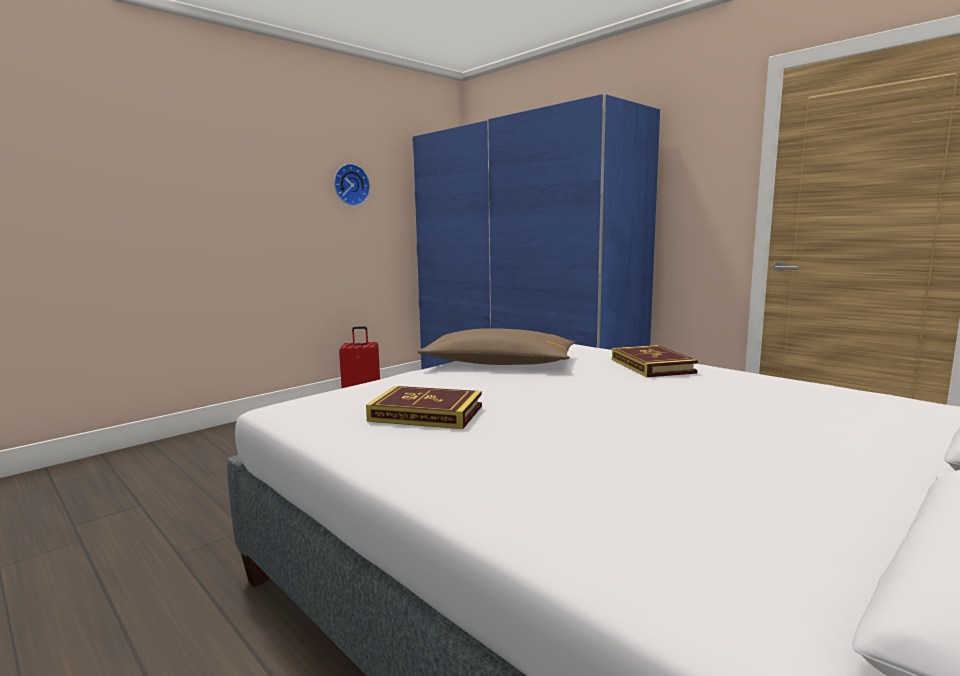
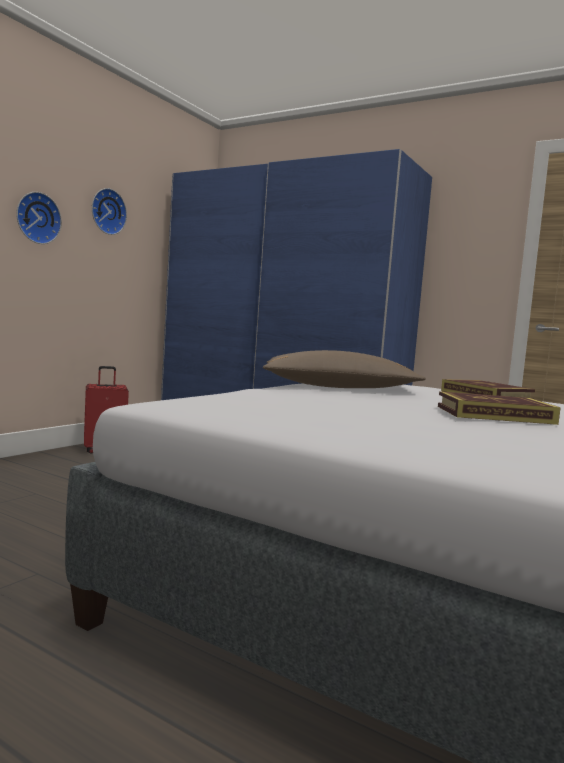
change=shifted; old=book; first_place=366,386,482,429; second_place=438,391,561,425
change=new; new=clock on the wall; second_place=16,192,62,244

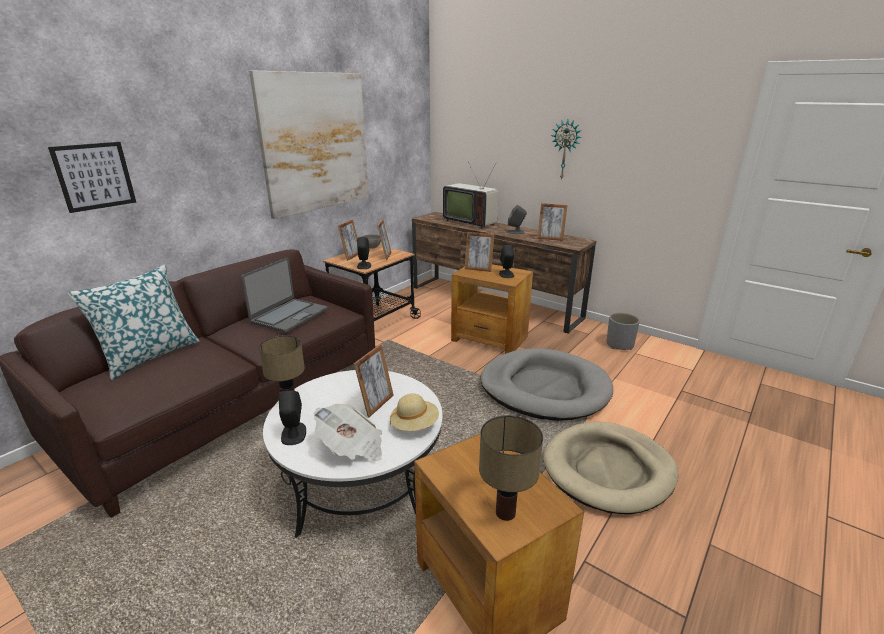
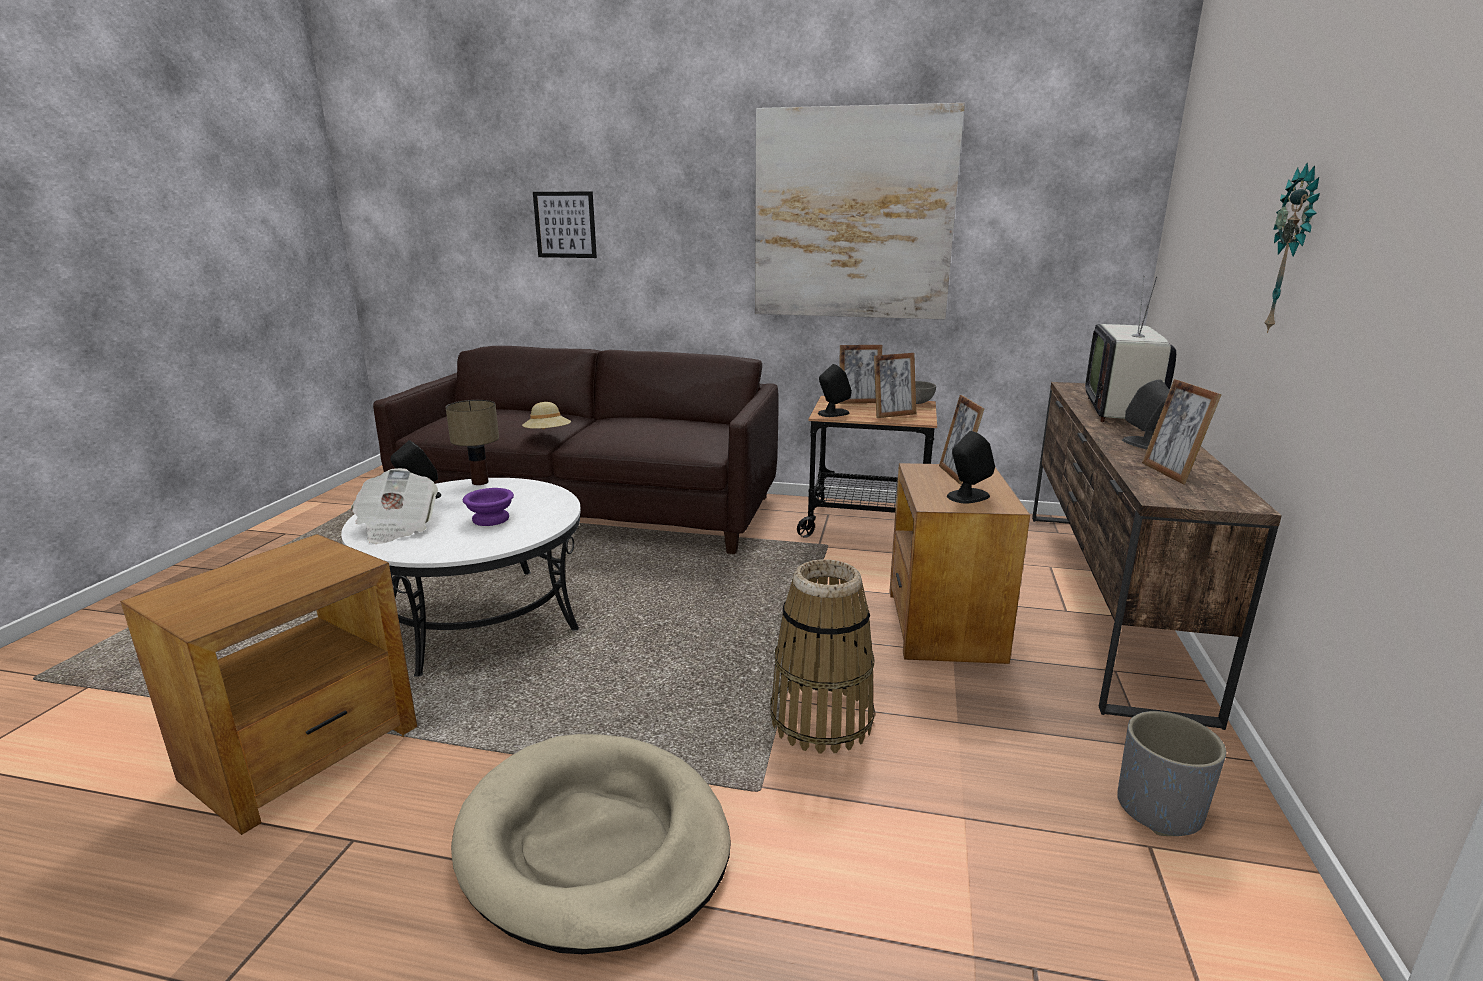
change=gone; old=cushion; first_place=67,264,200,380
change=gone; old=laptop; first_place=241,257,328,333
change=swapped; old=photo frame; new=purplish serving bowl; first_place=354,344,394,418; second_place=463,488,514,526
change=shifted; old=sand-coloured clothing hat; first_place=390,394,439,431; second_place=522,402,571,429
change=gone; old=table lamp; first_place=479,415,543,521
change=swapped; old=greyish pet bed; new=storage basket; first_place=480,348,613,421; second_place=770,559,875,754

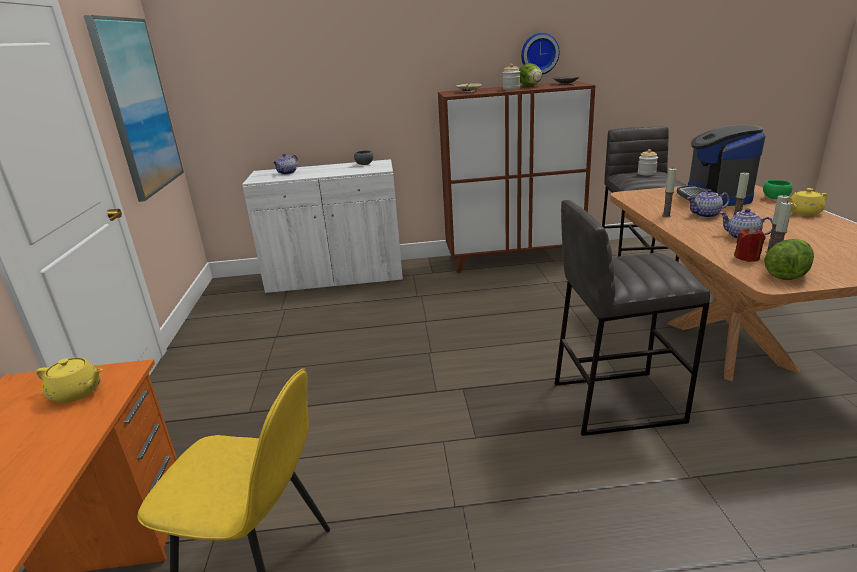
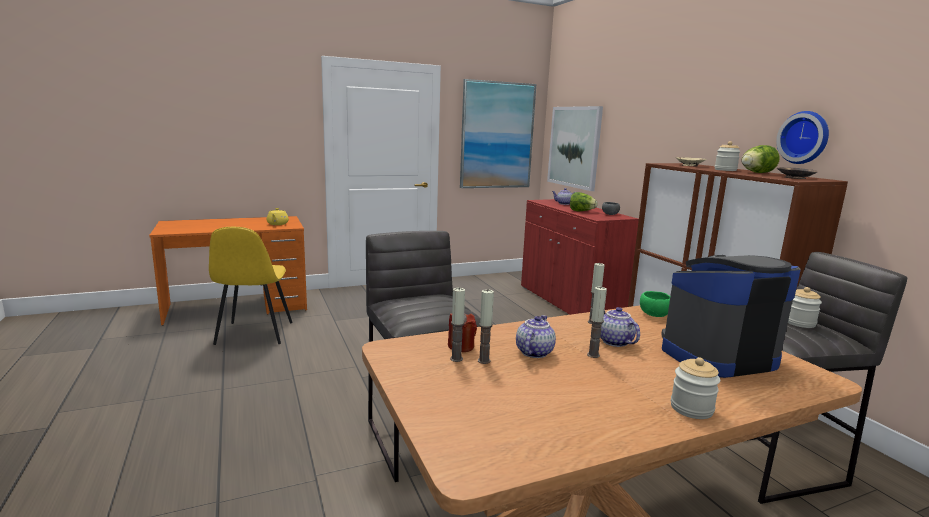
change=repainted; old=white-coloured storage cabinet; new=red storage cabinet; first_place=242,159,403,294; second_place=521,199,639,315
change=shifted; old=green serving bowl; first_place=763,180,792,200; second_place=640,291,670,317
change=shifted; old=lettuce head; first_place=764,239,814,280; second_place=570,192,598,211
change=swapped; old=yellow tea pot; new=jar; first_place=788,188,828,215; second_place=671,357,720,419
change=new; new=picture; second_place=547,106,603,191

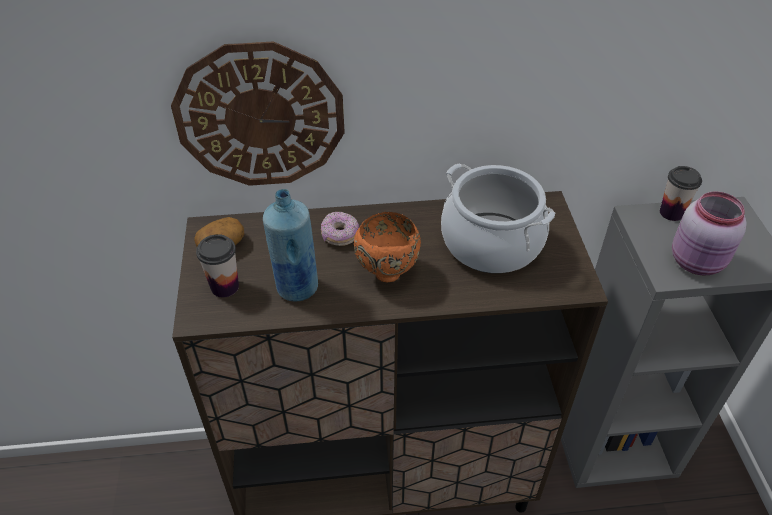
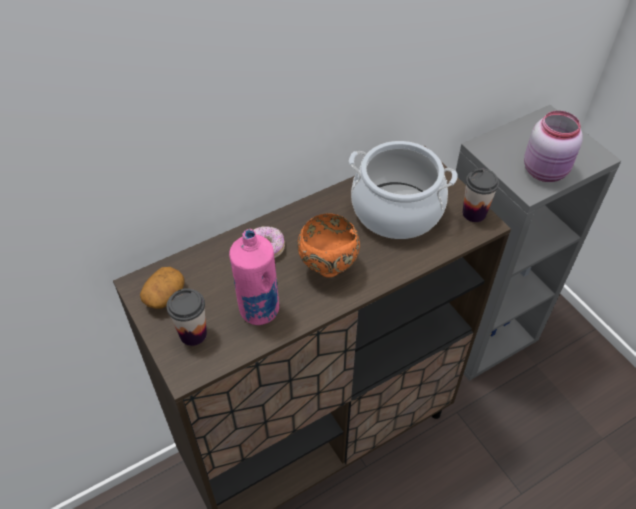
change=gone; old=clock on the wall; first_place=171,41,345,186
change=repainted; old=bluish drink bottle; new=pink drink bottle; first_place=263,189,318,301; second_place=229,229,279,325
change=shifted; old=cup; first_place=660,166,702,221; second_place=462,168,499,222

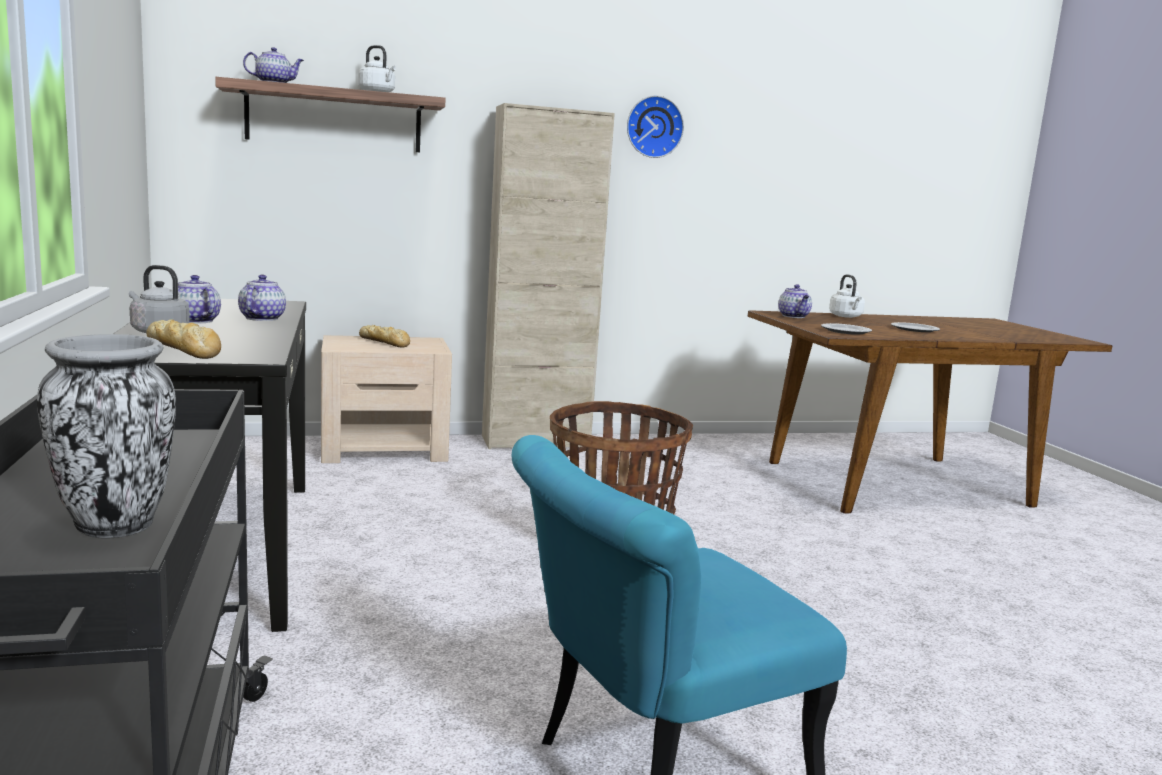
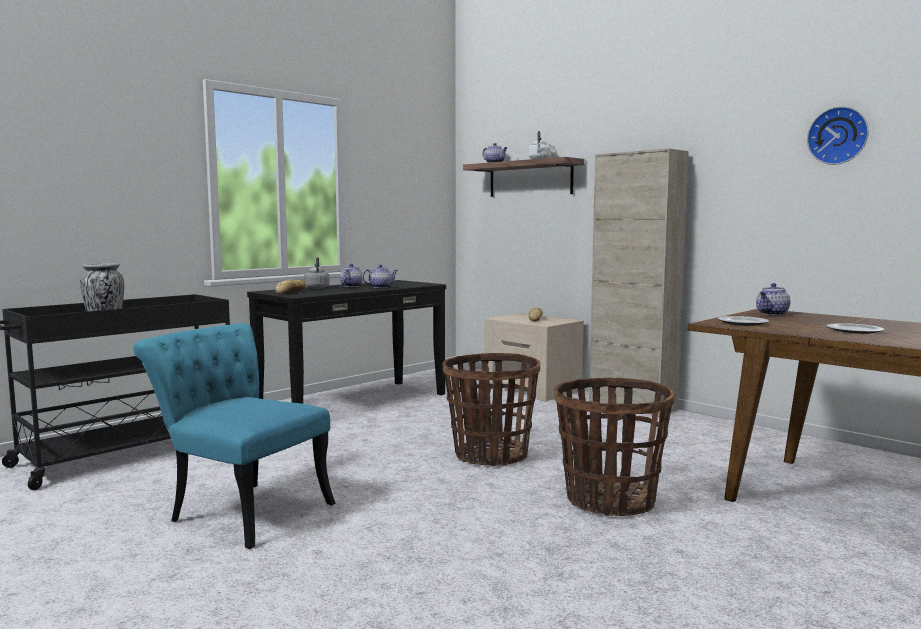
change=shifted; old=clock on the wall; first_place=627,95,684,158; second_place=807,106,869,165
change=gone; old=white-coloured kettle; first_place=829,274,865,318
change=new; new=storage basket; second_place=554,378,674,516

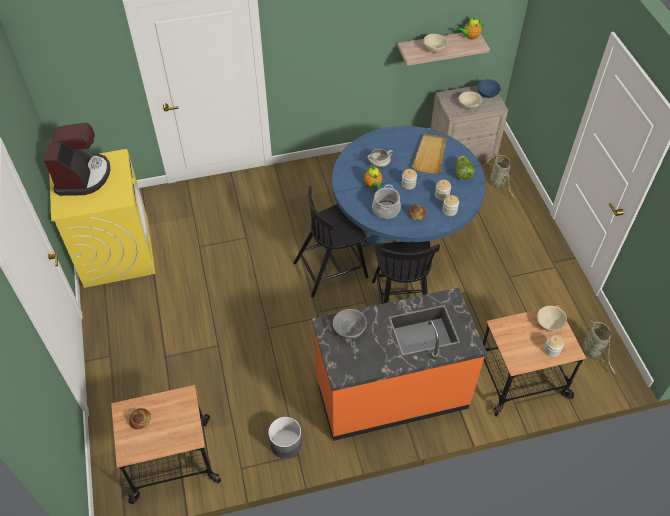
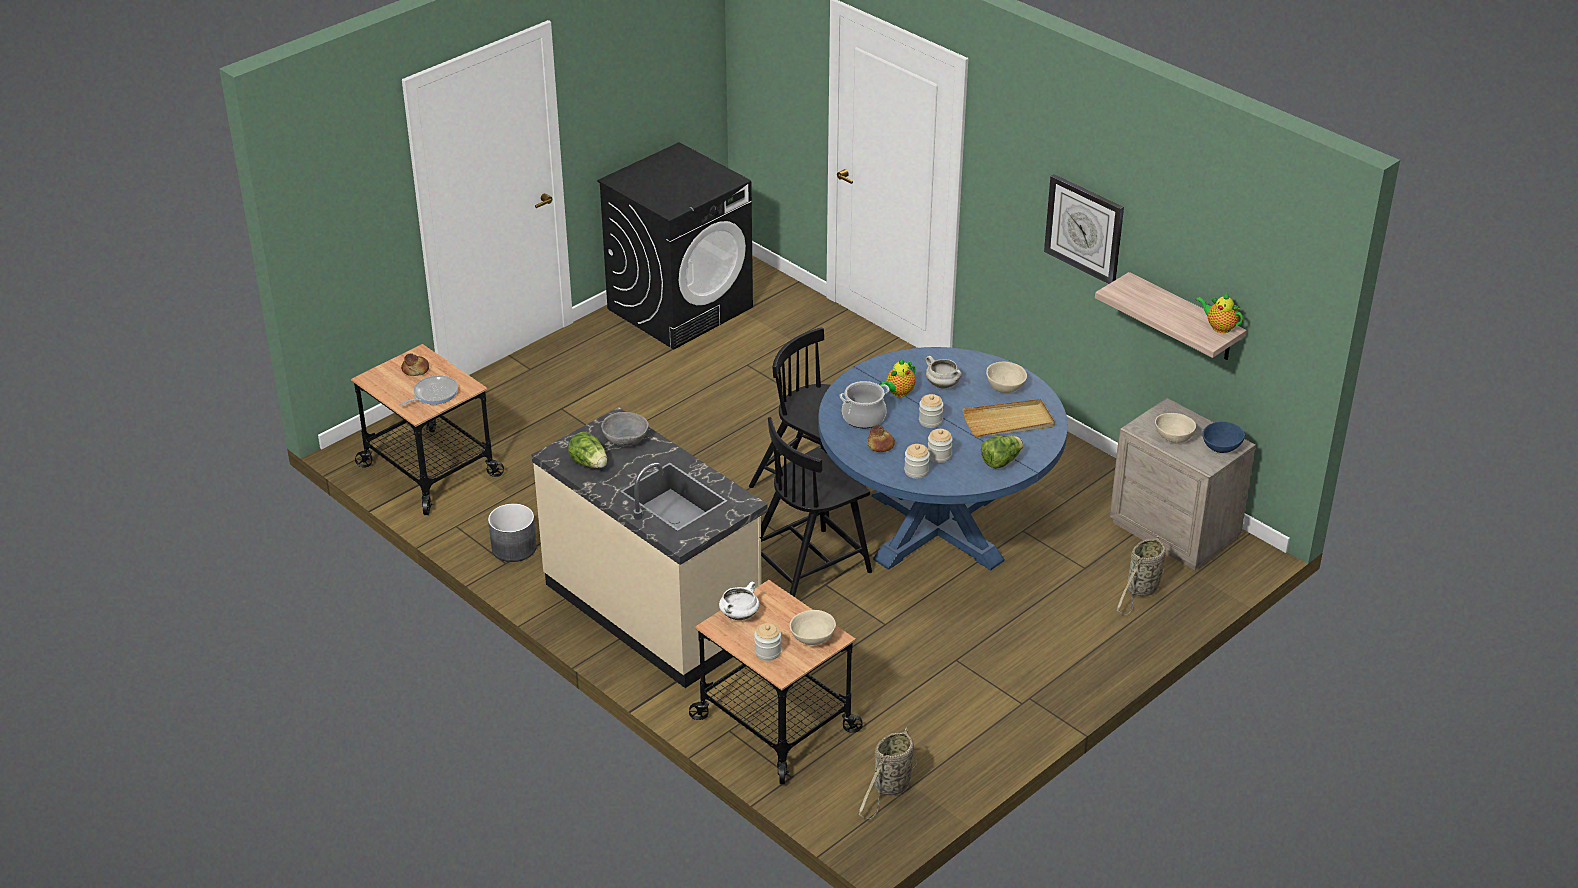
change=gone; old=coffee machine; first_place=44,123,110,196
change=repainted; old=yellow laundry machine; new=blackish laundry machine; first_place=49,149,155,288; second_place=597,142,753,349
change=repainted; old=orange-coloured kitchen base unit; new=sand-coloured kitchen base unit; first_place=312,288,487,441; second_place=531,407,768,688
change=shifted; old=sand-coloured serving bowl; first_place=424,34,448,53; second_place=986,362,1027,393
change=new; new=frying pan; second_place=399,375,458,406
change=new; new=lettuce head; second_place=568,431,607,468
change=new; new=white-coloured stockpot; second_place=719,582,759,620
change=new; new=clock on the wall; second_place=1044,174,1124,284

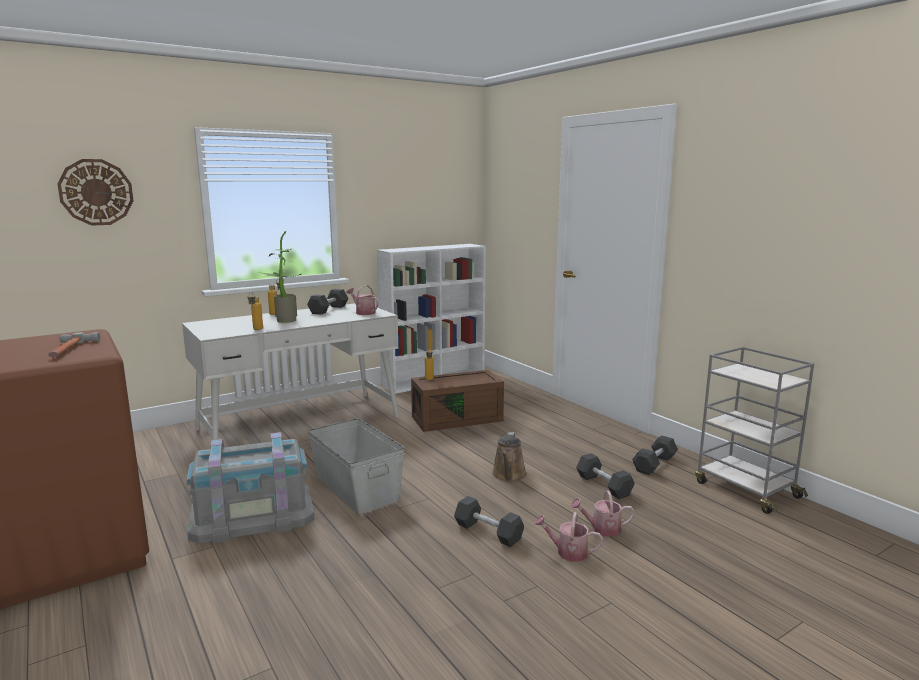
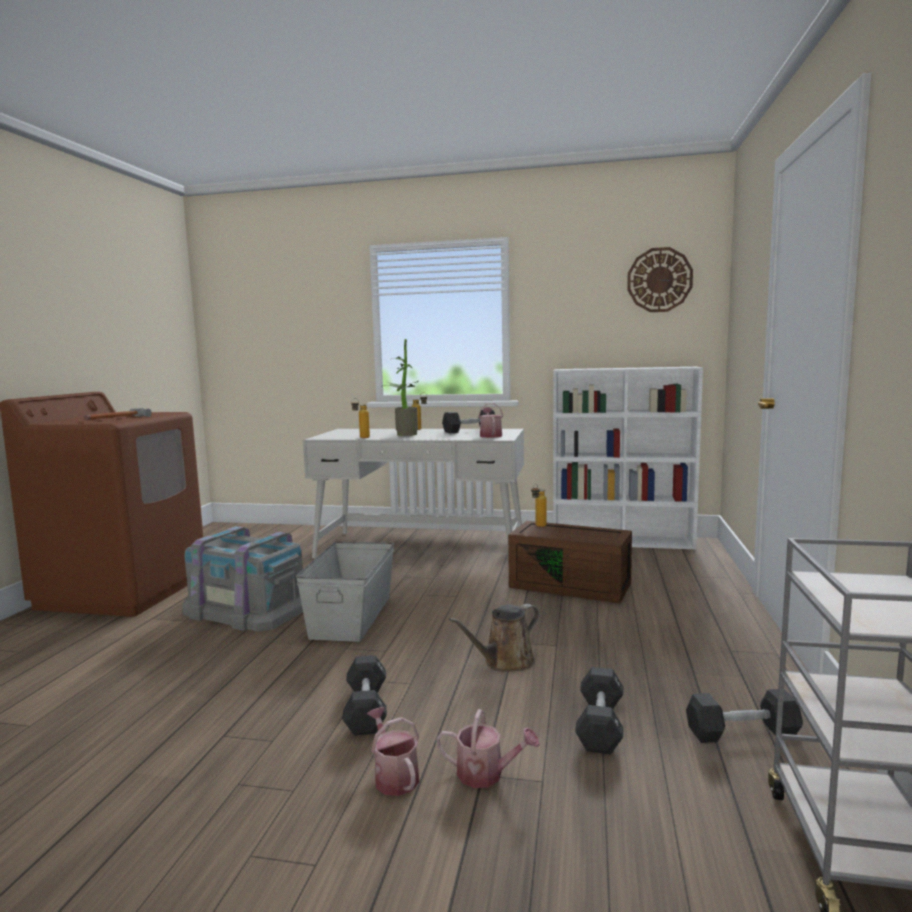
change=shifted; old=clock on the wall; first_place=57,159,134,226; second_place=627,247,693,312
change=rotated; old=sprinkling can; first_place=570,490,635,537; second_place=436,709,540,788; degrees=150

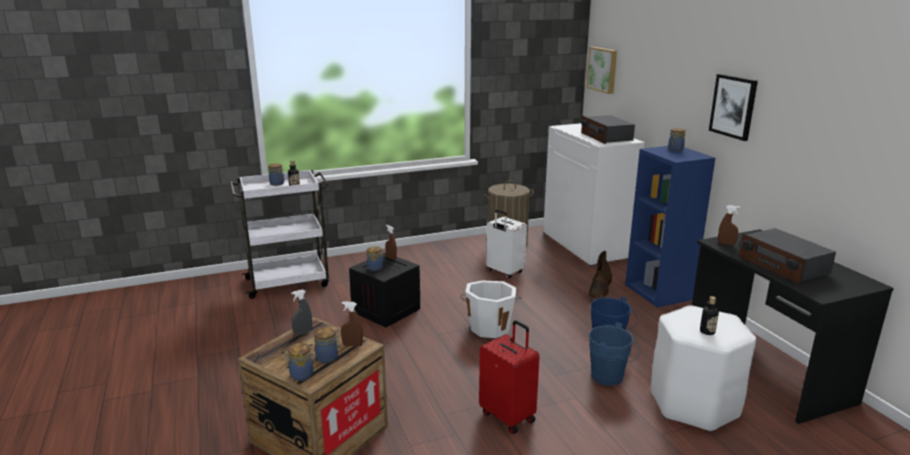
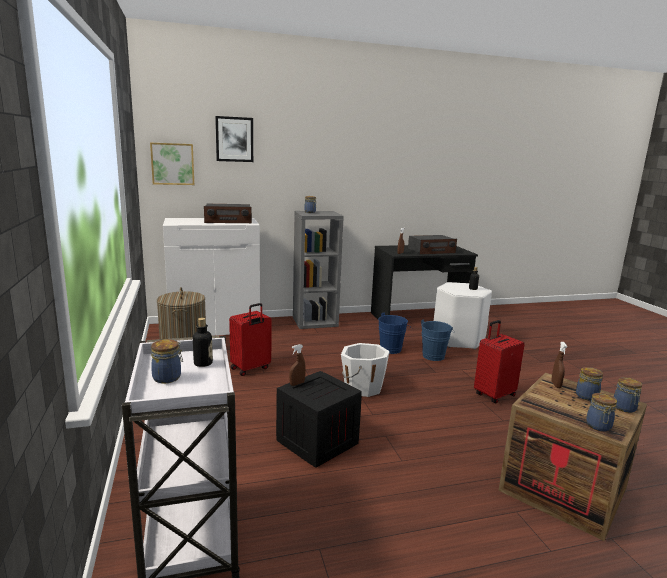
change=gone; old=greyish hand sprayer; first_place=291,290,312,335
change=shifted; old=jar; first_place=365,246,383,271; second_place=586,393,617,432
change=repainted; old=white-coloured suitcase; new=red suitcase; first_place=486,209,527,279; second_place=229,303,271,376
change=gone; old=brown-coloured tall boot; first_place=589,251,612,299
change=repainted; old=bluish bookcase; new=greyish bookcase; first_place=625,146,715,307; second_place=293,211,344,329
change=shifted; old=picture; first_place=709,74,758,141; second_place=215,116,253,162

